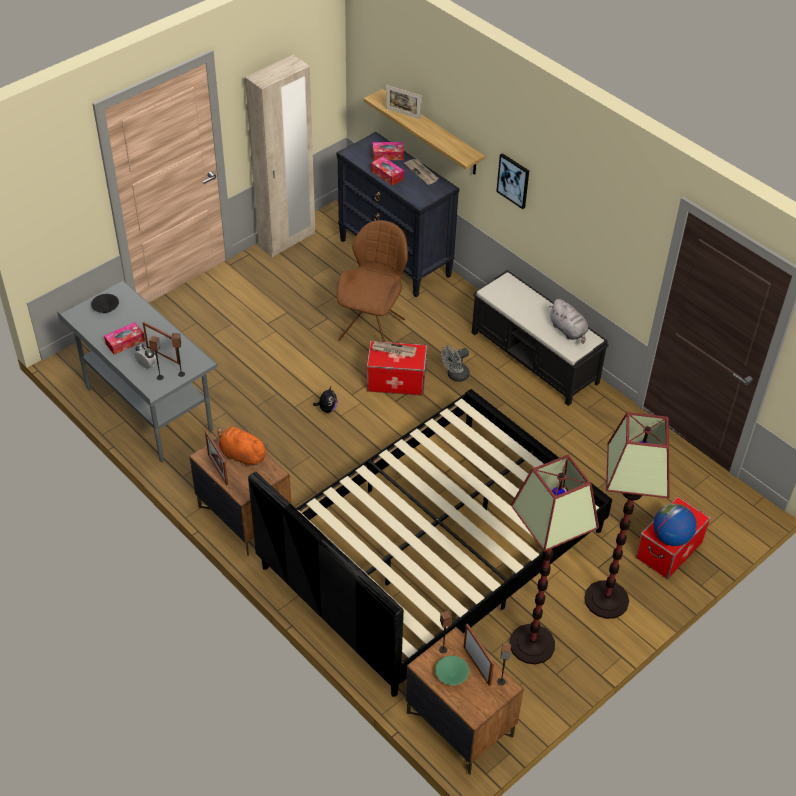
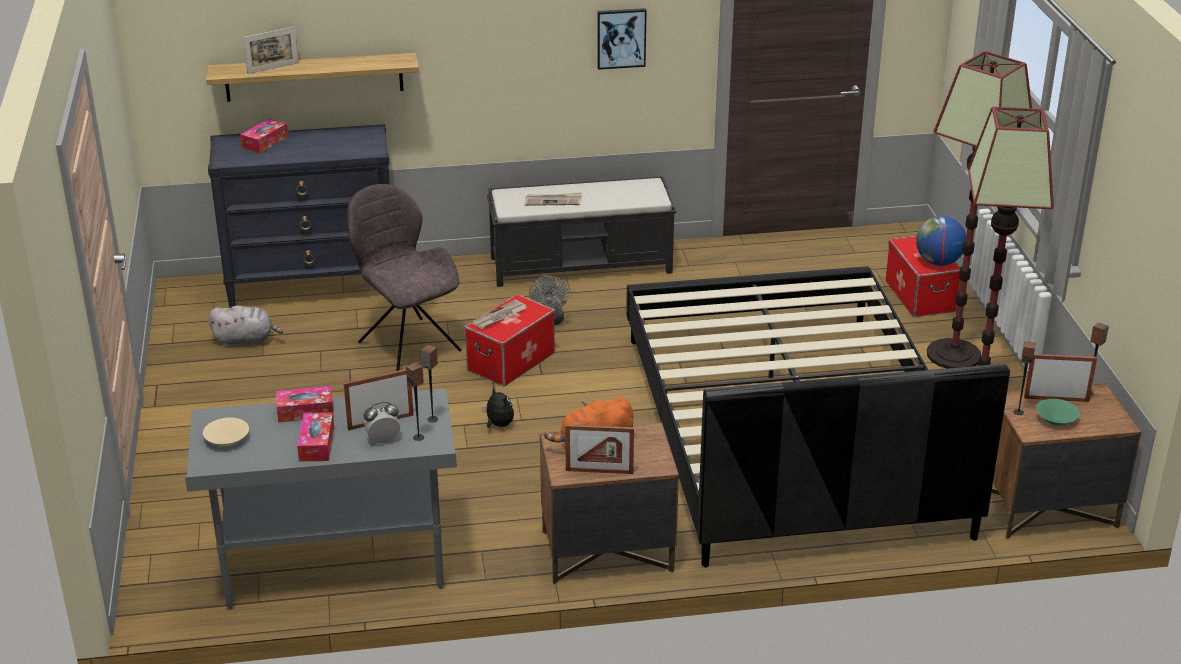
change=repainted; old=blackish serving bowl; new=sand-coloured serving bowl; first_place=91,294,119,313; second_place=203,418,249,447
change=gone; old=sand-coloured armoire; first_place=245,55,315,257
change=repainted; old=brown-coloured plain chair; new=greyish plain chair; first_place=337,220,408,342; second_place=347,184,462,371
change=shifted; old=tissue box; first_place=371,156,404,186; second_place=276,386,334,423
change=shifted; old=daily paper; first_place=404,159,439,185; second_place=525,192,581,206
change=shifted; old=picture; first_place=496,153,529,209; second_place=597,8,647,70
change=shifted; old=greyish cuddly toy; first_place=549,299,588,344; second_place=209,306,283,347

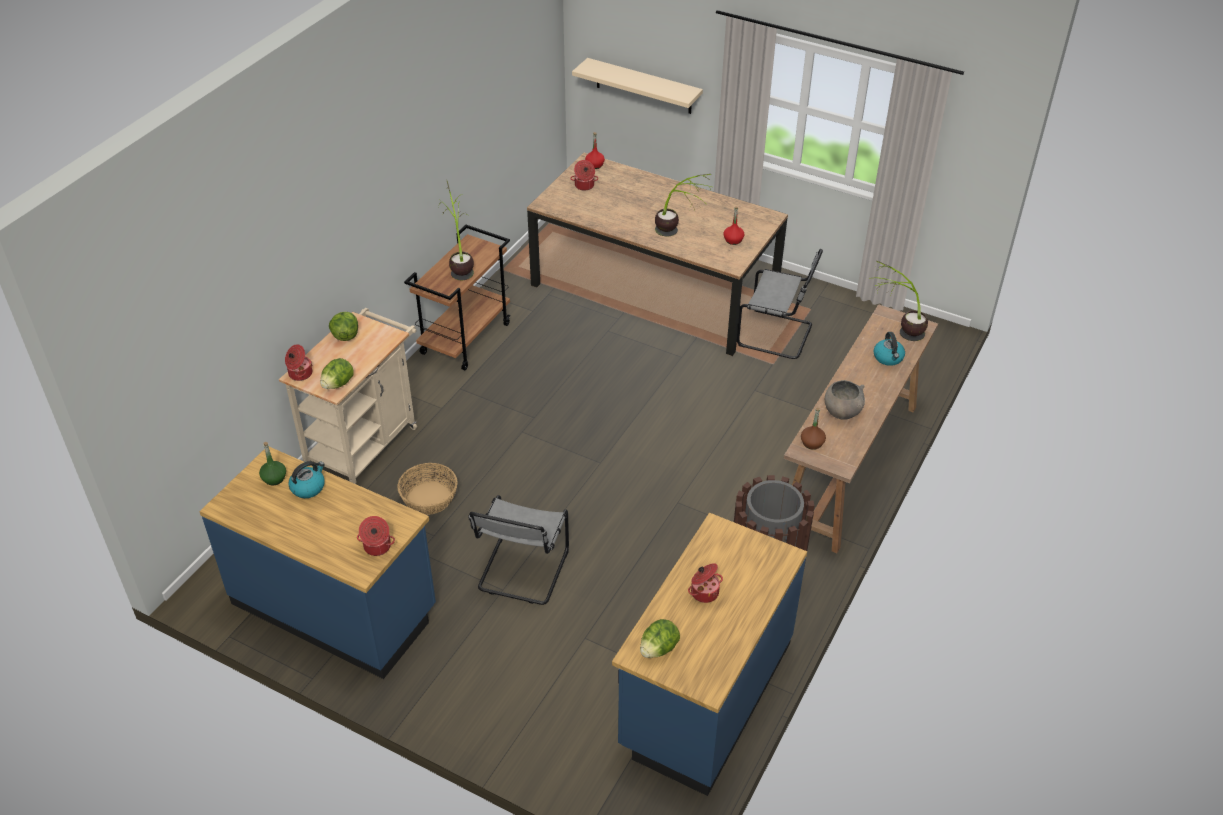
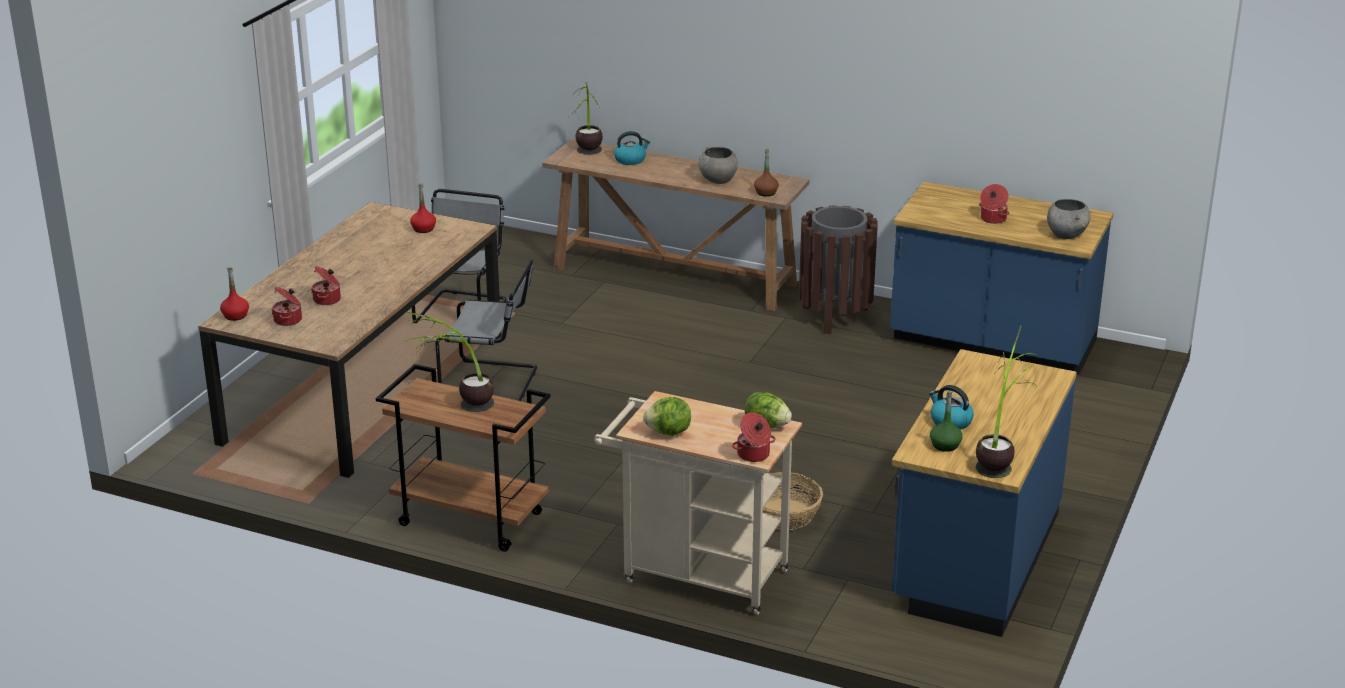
change=shifted; old=stockpot; first_place=357,516,395,556; second_place=311,266,341,305
change=shifted; old=greyish plain chair; first_place=468,495,569,605; second_place=435,260,537,401
change=gone; old=sand-coloured wall shelf; first_place=572,58,703,114
change=swapped; old=lettuce head; new=greyish serving bowl; first_place=640,619,680,658; second_place=1047,199,1091,239
change=shifted; old=houseplant; first_place=655,174,712,236; second_place=976,325,1037,478

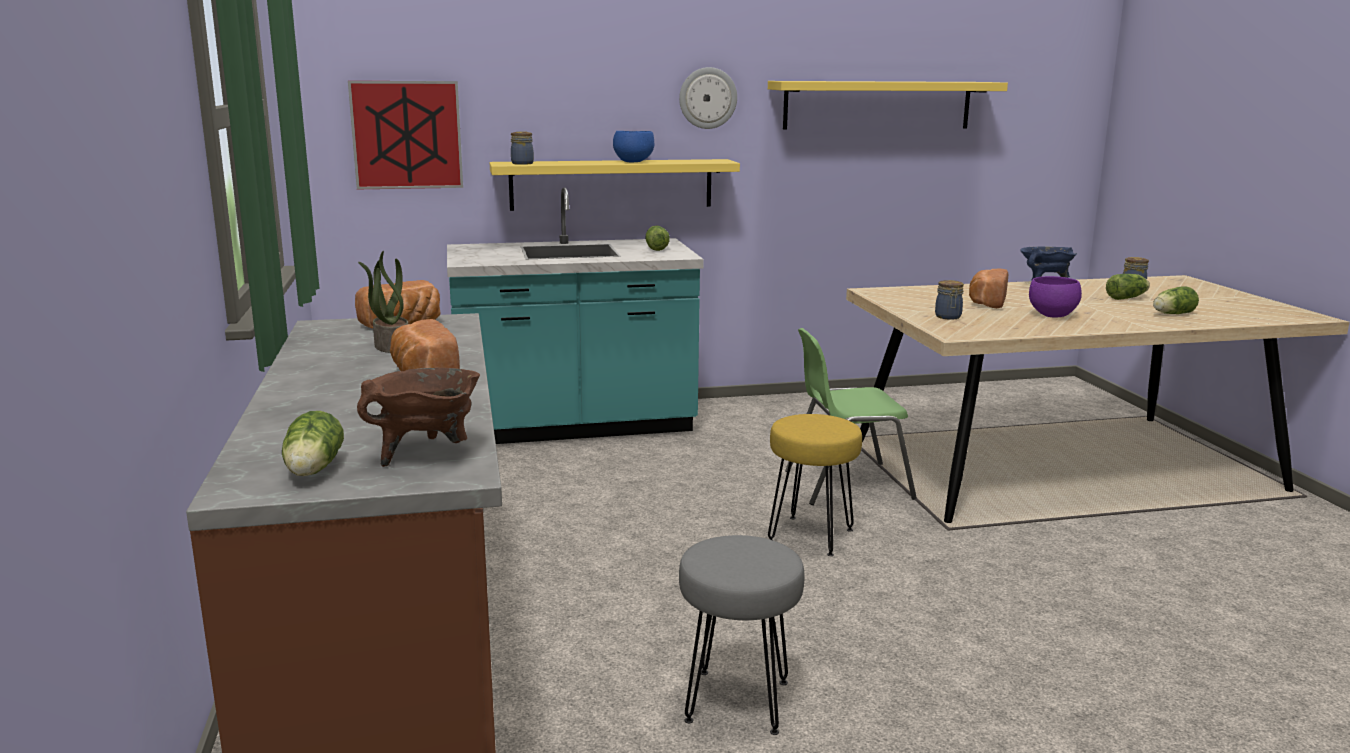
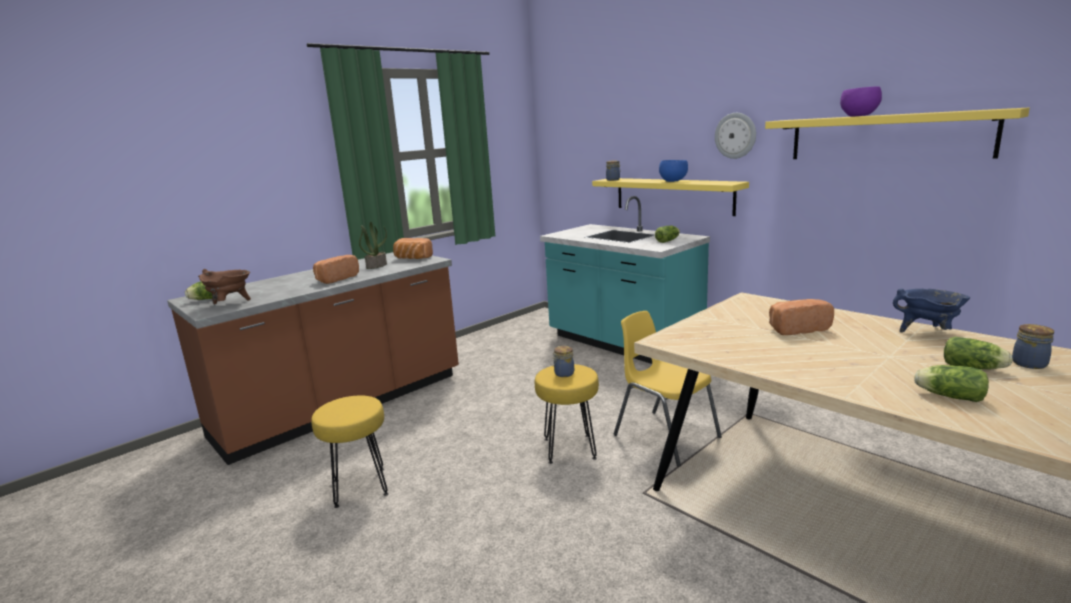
change=gone; old=picture; first_place=348,81,463,189
change=repainted; old=greyish stool seat; new=yellow stool seat; first_place=679,535,804,735; second_place=311,396,389,508
change=repainted; old=green plain chair; new=yellow plain chair; first_place=785,328,917,505; second_place=614,311,722,466
change=shifted; old=jar; first_place=935,280,964,320; second_place=553,346,574,377
change=shifted; old=purplish serving bowl; first_place=1029,276,1082,317; second_place=840,87,882,117

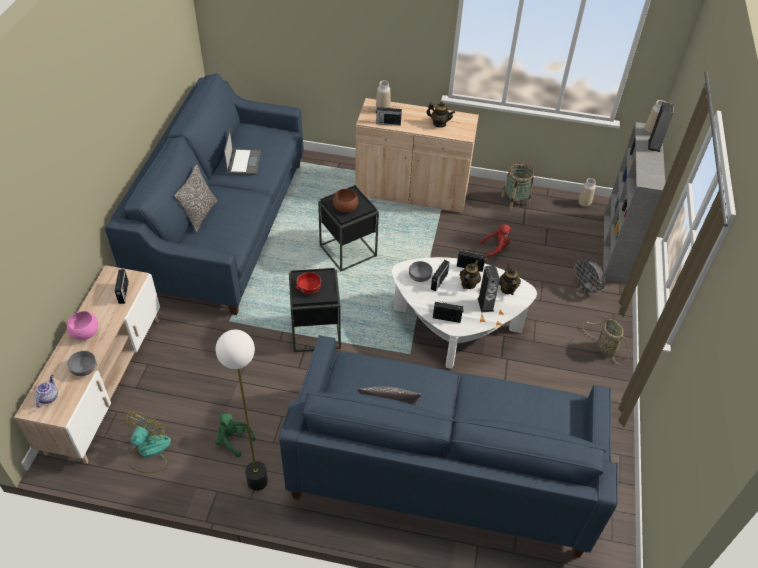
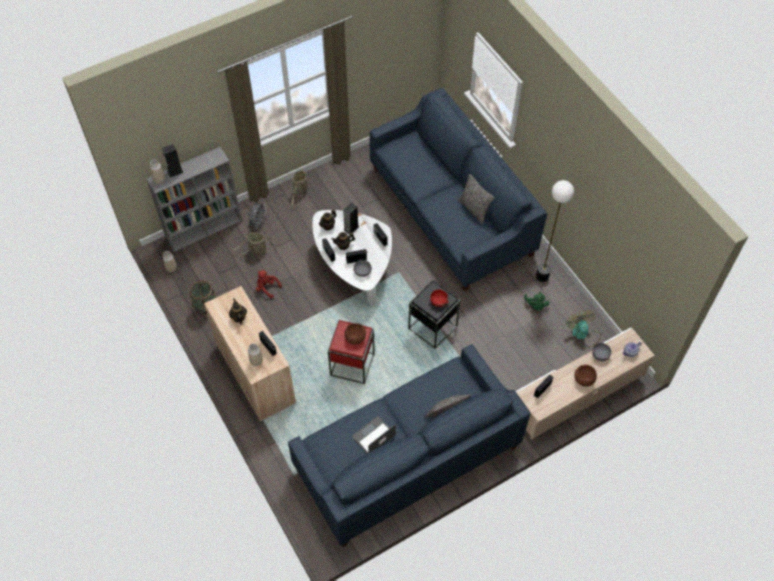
change=repainted; old=pink serving bowl; new=brown-coloured serving bowl; first_place=67,311,98,340; second_place=574,365,597,386
change=rotated; old=cooling fan; first_place=125,411,171,473; second_place=566,310,601,349; degrees=90
change=repainted; old=blackish end table; new=red end table; first_place=318,185,379,271; second_place=328,320,375,384
change=new; new=storage basket; second_place=232,233,275,256

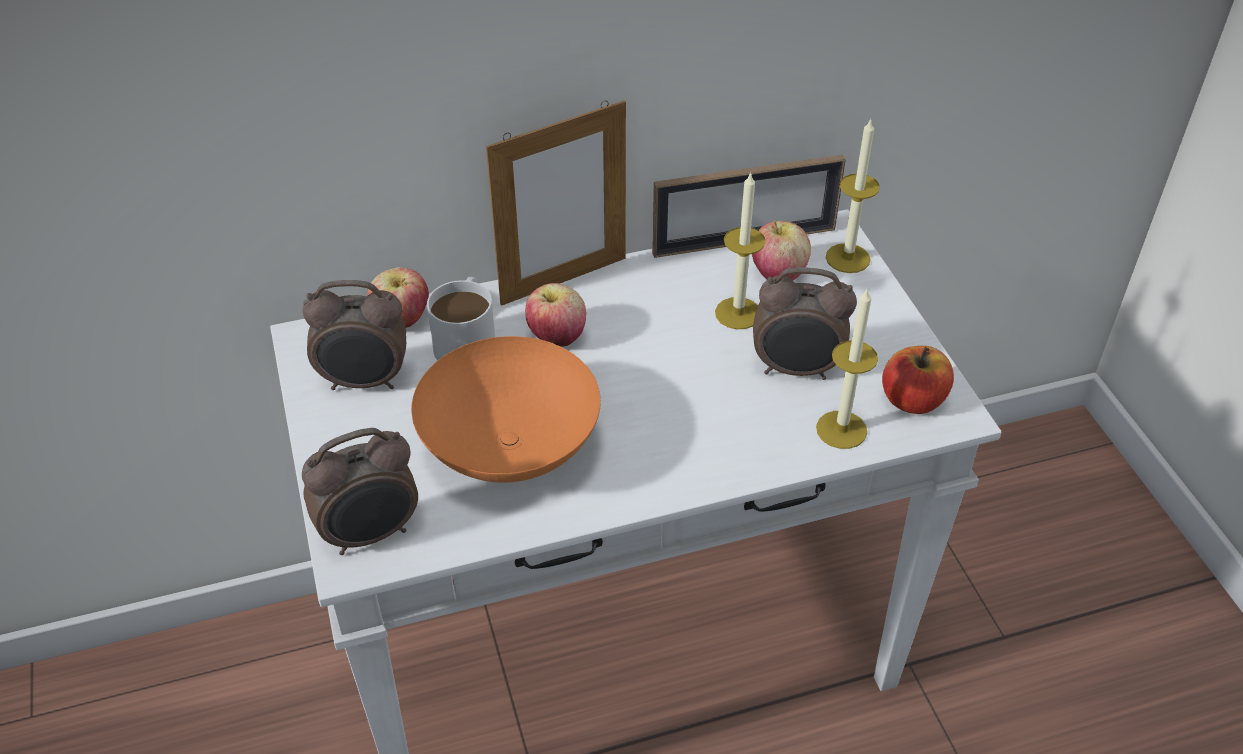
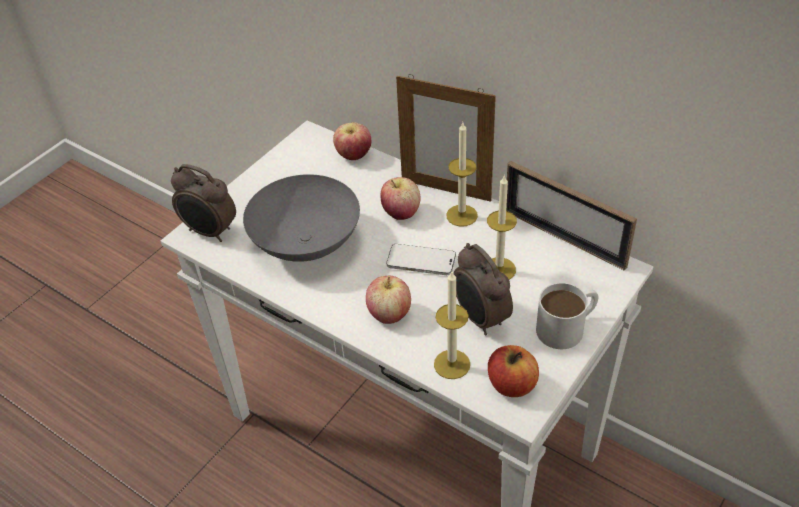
change=gone; old=alarm clock; first_place=303,280,406,390
change=repainted; old=orange-coloured serving bowl; new=greyish serving bowl; first_place=411,336,601,483; second_place=243,174,360,262
change=shifted; old=white-coloured coffee mug; first_place=427,277,495,361; second_place=536,283,599,349
change=shifted; old=whole apple; first_place=752,220,811,280; second_place=366,276,411,324
change=shifted; old=wax candle; first_place=826,119,880,273; second_place=446,123,478,227
change=new; new=handset; second_place=386,244,456,275

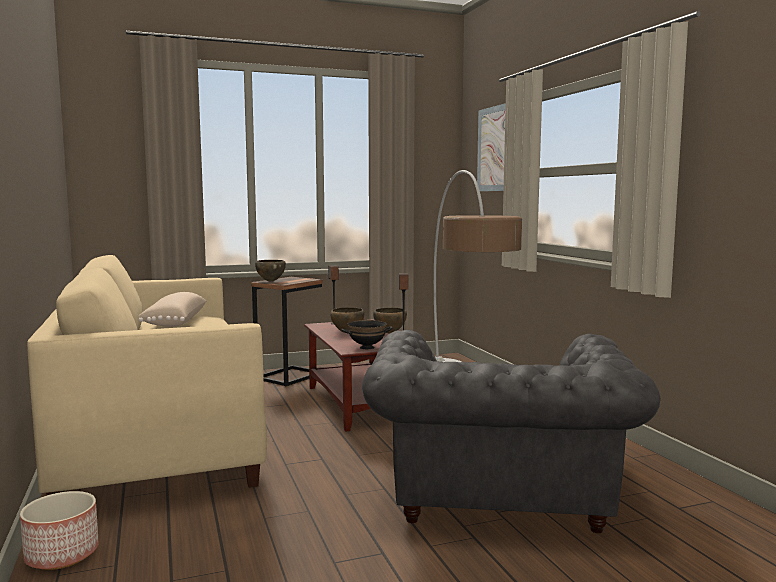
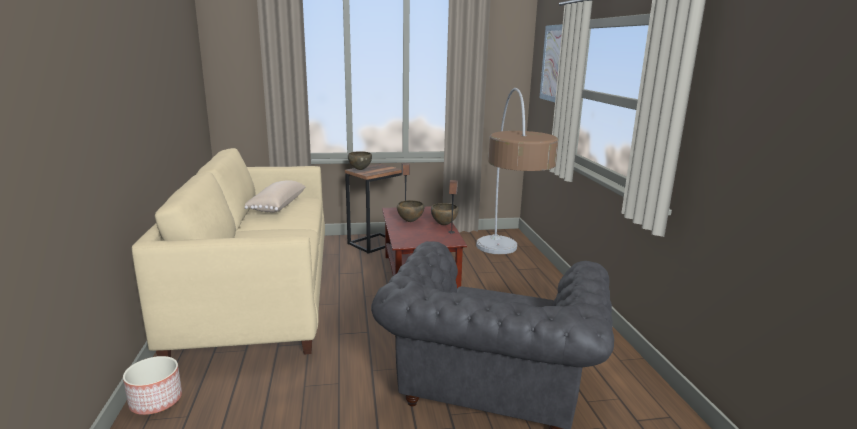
change=gone; old=blackish serving bowl; first_place=341,320,393,349

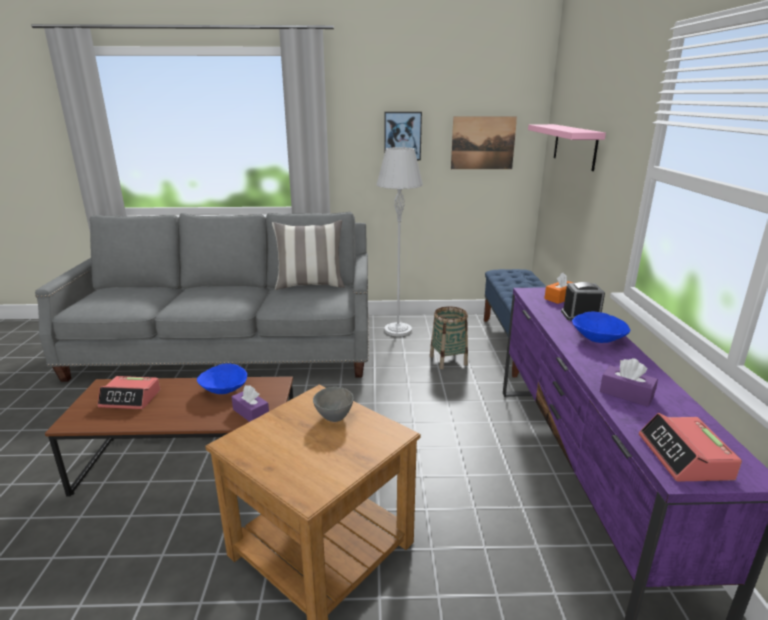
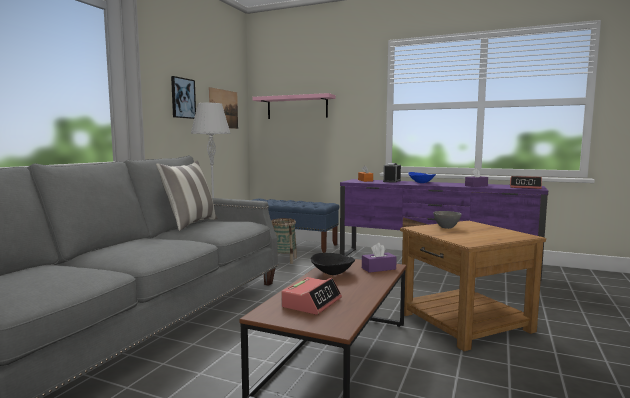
change=repainted; old=bluish serving bowl; new=blackish serving bowl; first_place=197,363,247,394; second_place=311,253,355,275

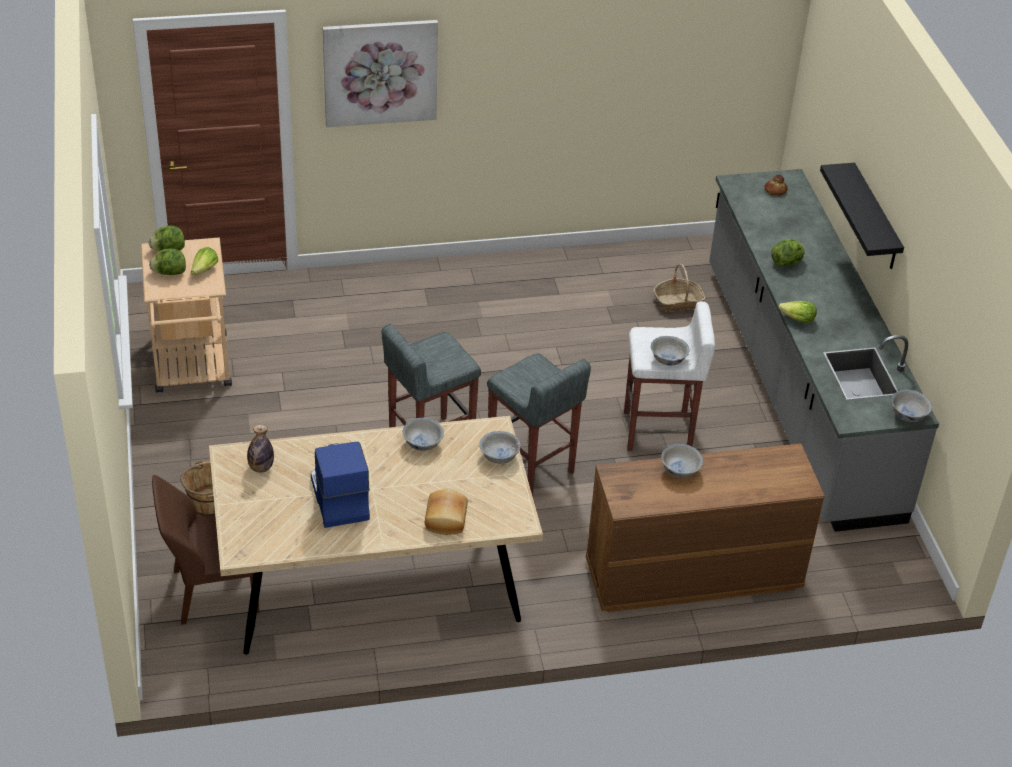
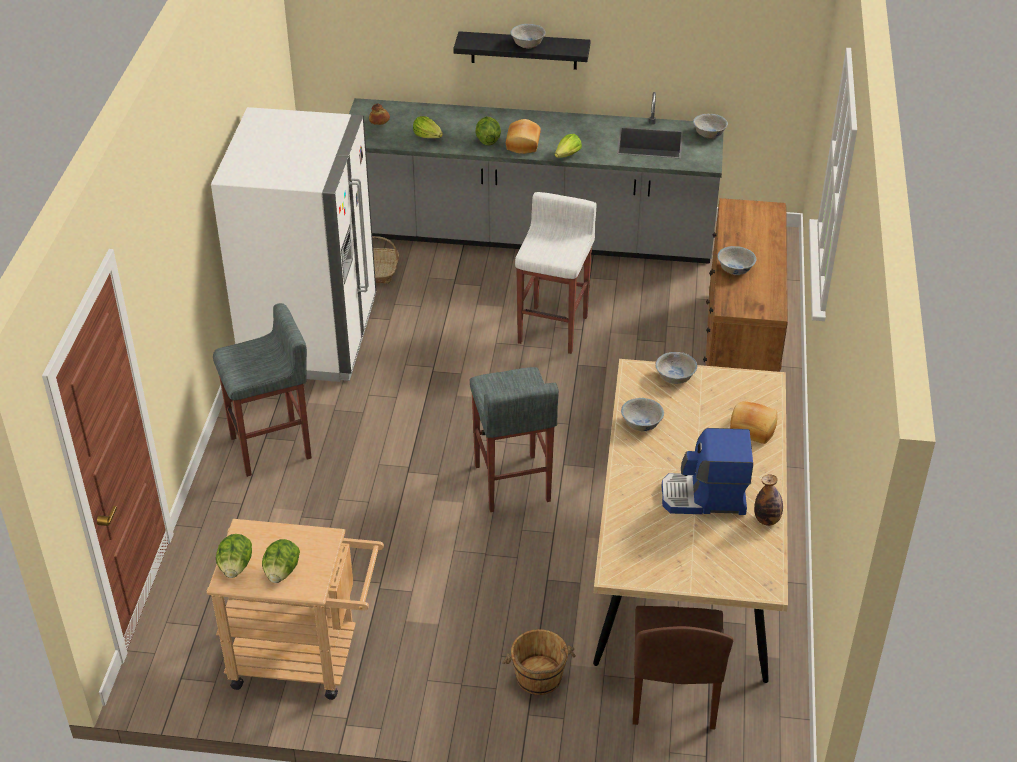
change=shifted; old=lettuce head; first_place=191,247,218,275; second_place=413,116,443,138
change=shifted; old=drink bottle; first_place=247,425,274,472; second_place=754,475,783,526
change=gone; old=picture; first_place=323,20,438,127
change=shifted; old=greyish stool seat; first_place=487,353,591,497; second_place=213,303,312,477
change=shifted; old=white-coloured serving bowl; first_place=651,336,690,366; second_place=510,24,546,49
change=new; new=white-coloured kitchen fridge; second_place=211,107,376,382
change=new; new=baked bread; second_place=506,119,541,154

